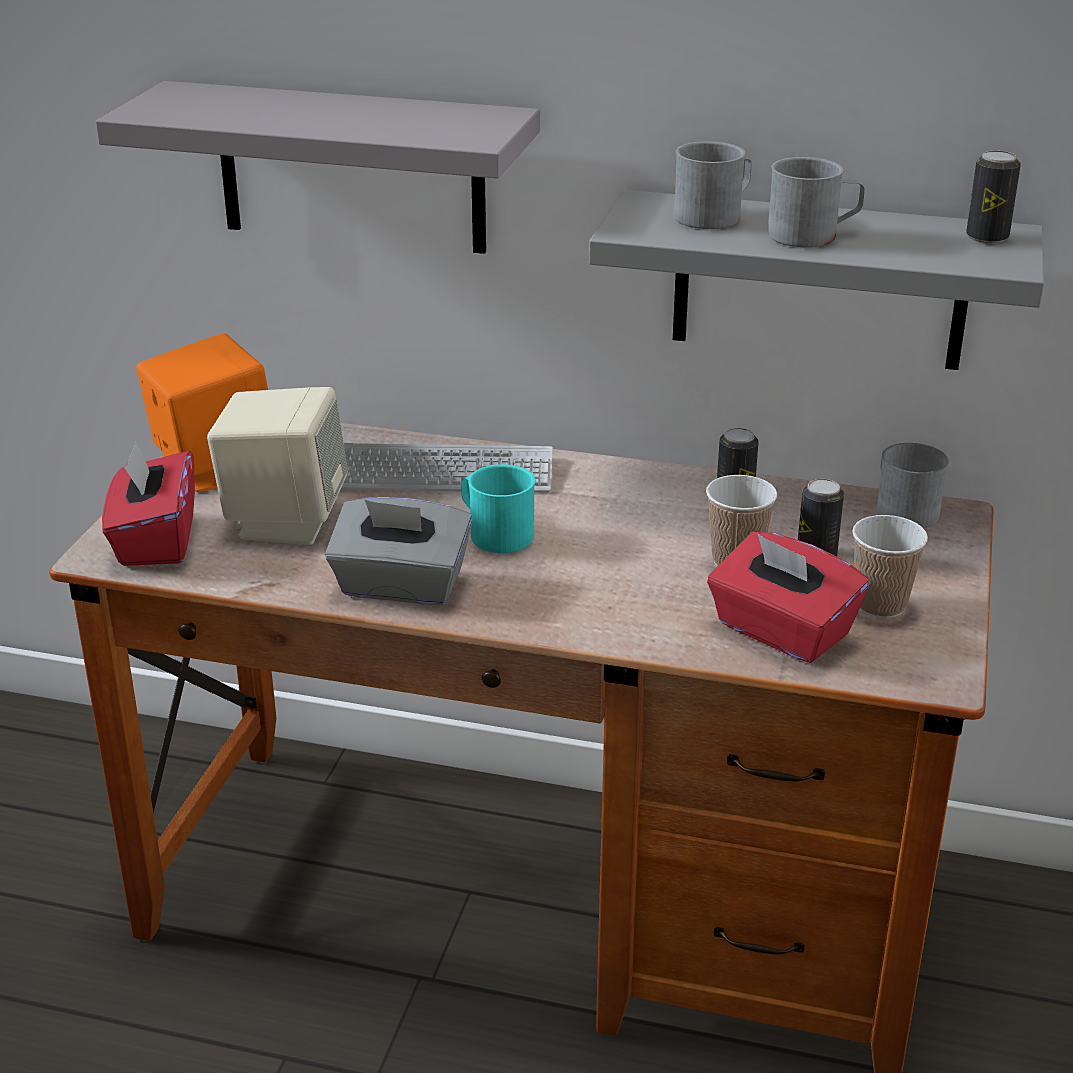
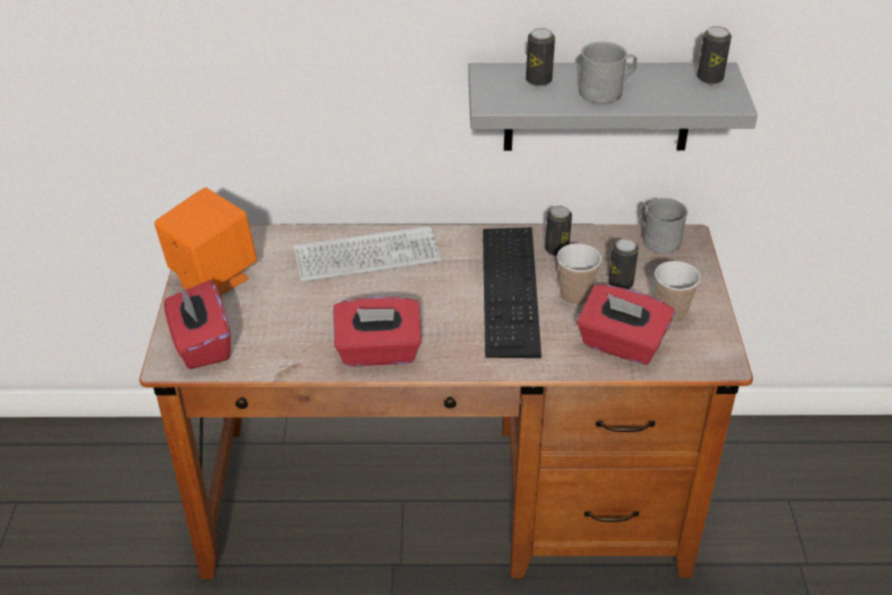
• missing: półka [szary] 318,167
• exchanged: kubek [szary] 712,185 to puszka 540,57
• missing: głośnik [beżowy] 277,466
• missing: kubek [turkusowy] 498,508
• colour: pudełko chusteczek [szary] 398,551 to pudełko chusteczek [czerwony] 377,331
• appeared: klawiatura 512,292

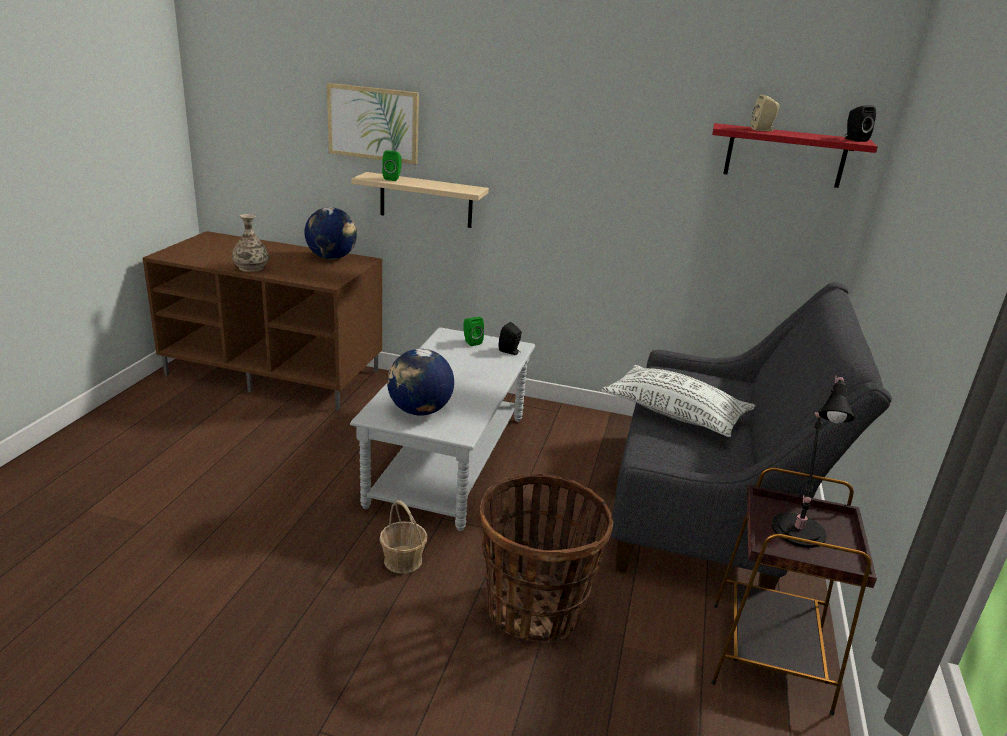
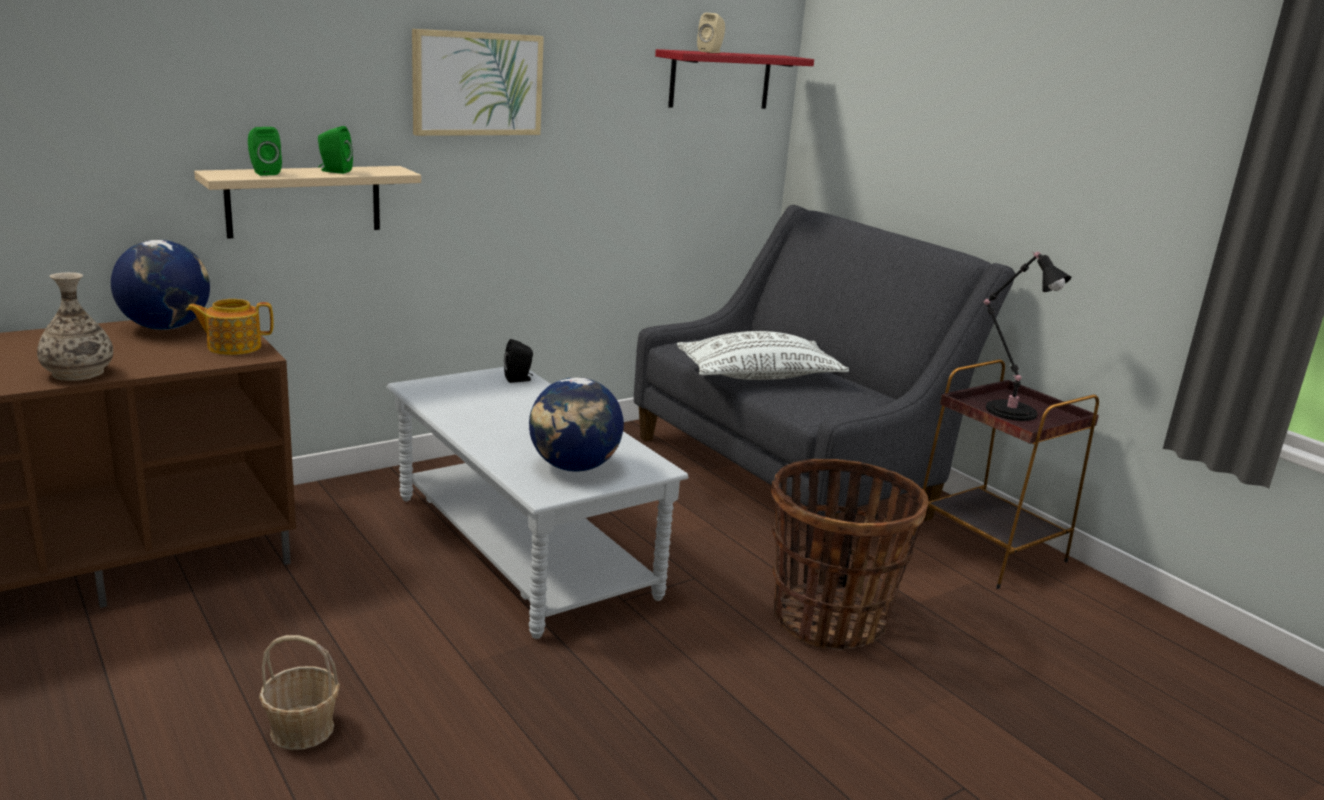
• relocated: obraz 373,123 to 478,82
• missing: głośnik [czarny] 860,123
• relocated: głośnik [zielony] 473,331 to 335,150
• relocated: koszyk 403,537 to 299,692
• appeared: imbryk 229,327

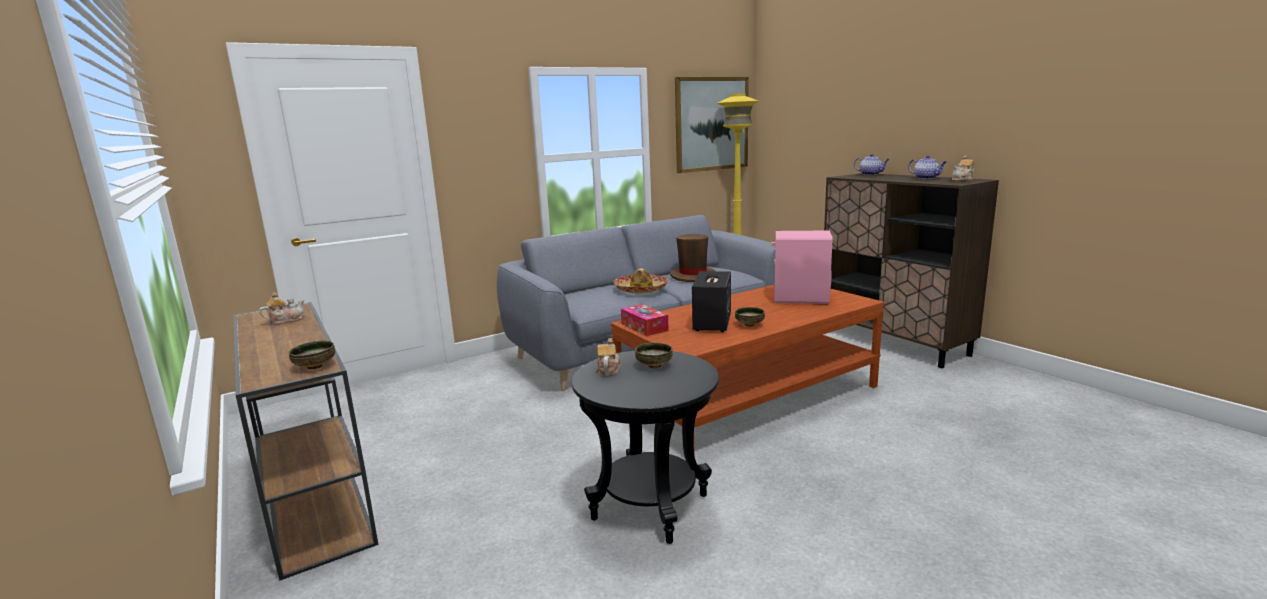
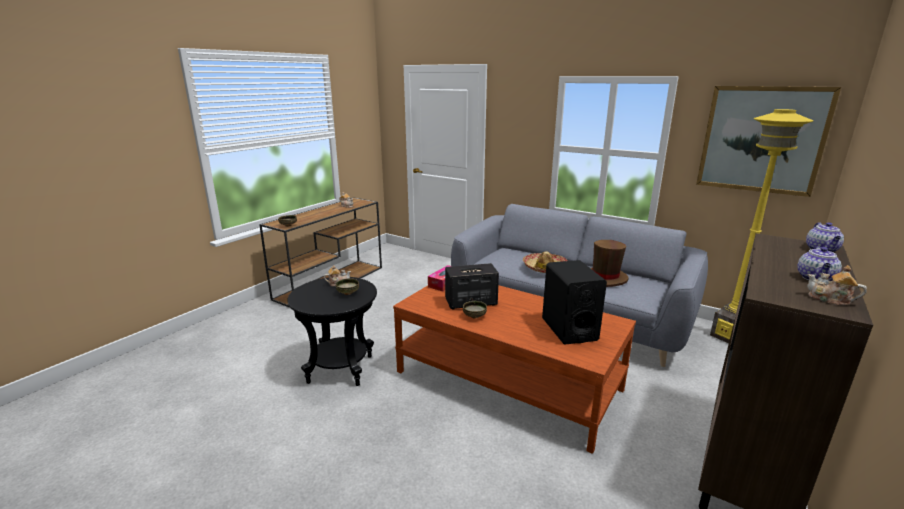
• colour: głośnik [różowy] 801,267 to głośnik [czarny] 574,302

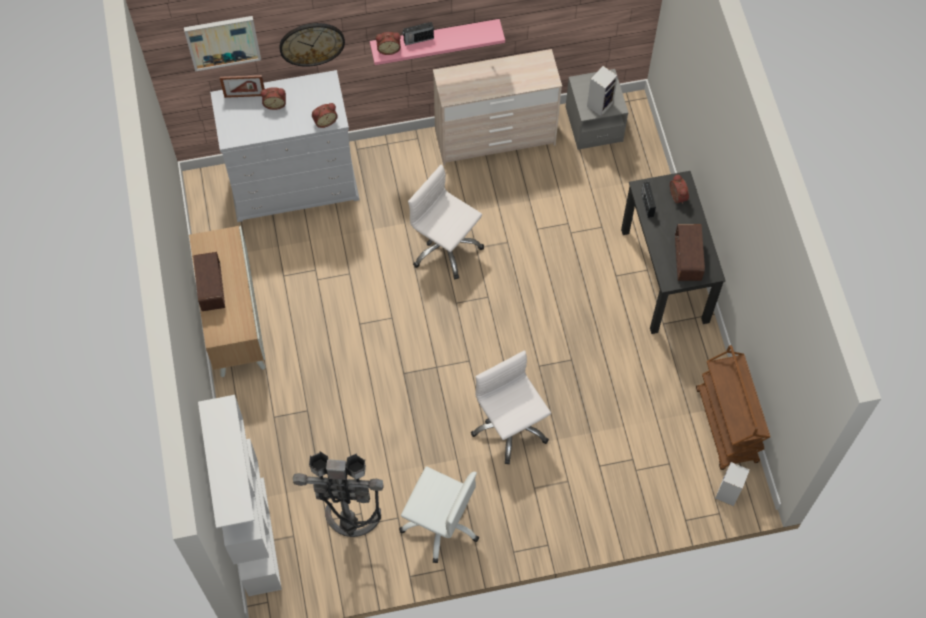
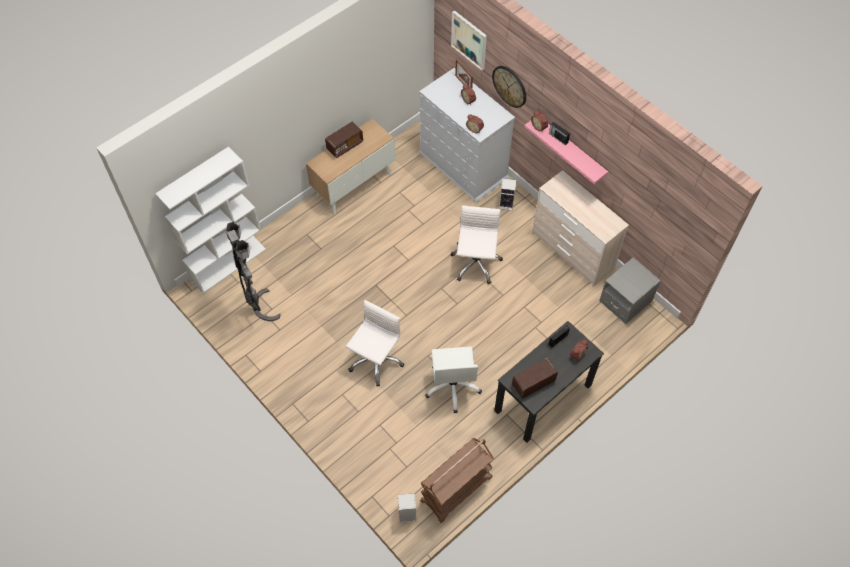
• relocated: głośnik 602,91 to 508,194
• relocated: krzesło biurowe [biały] 439,514 to 453,380

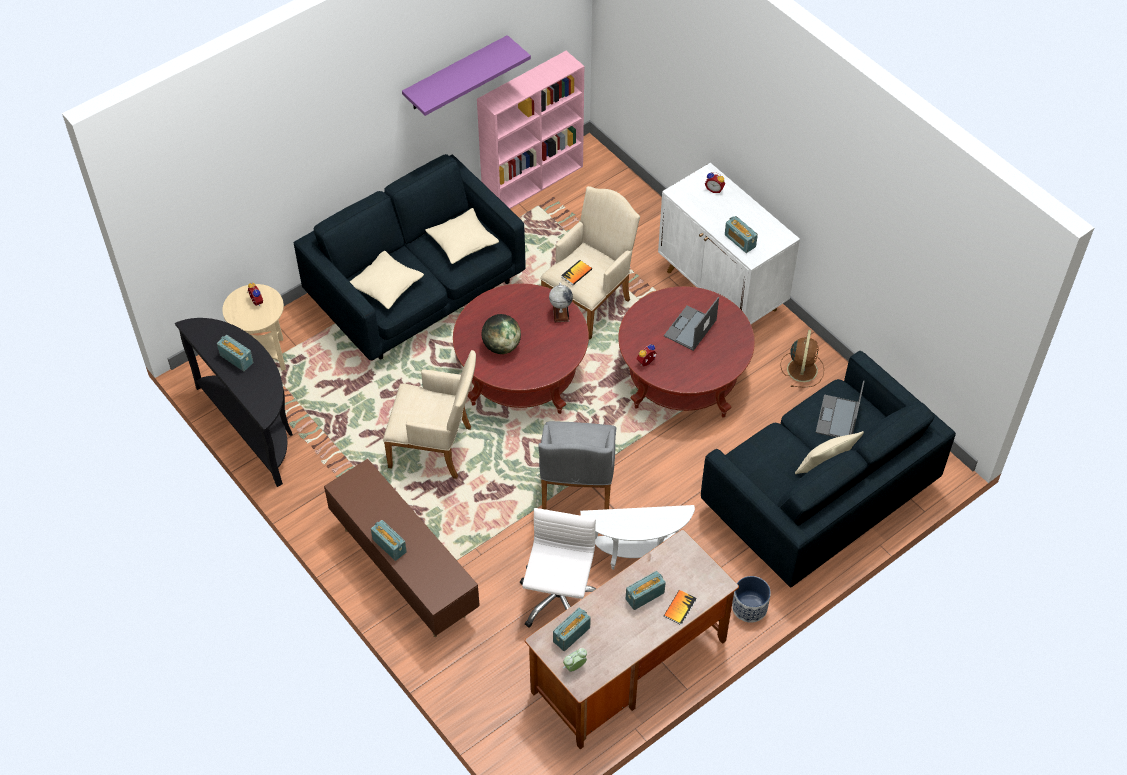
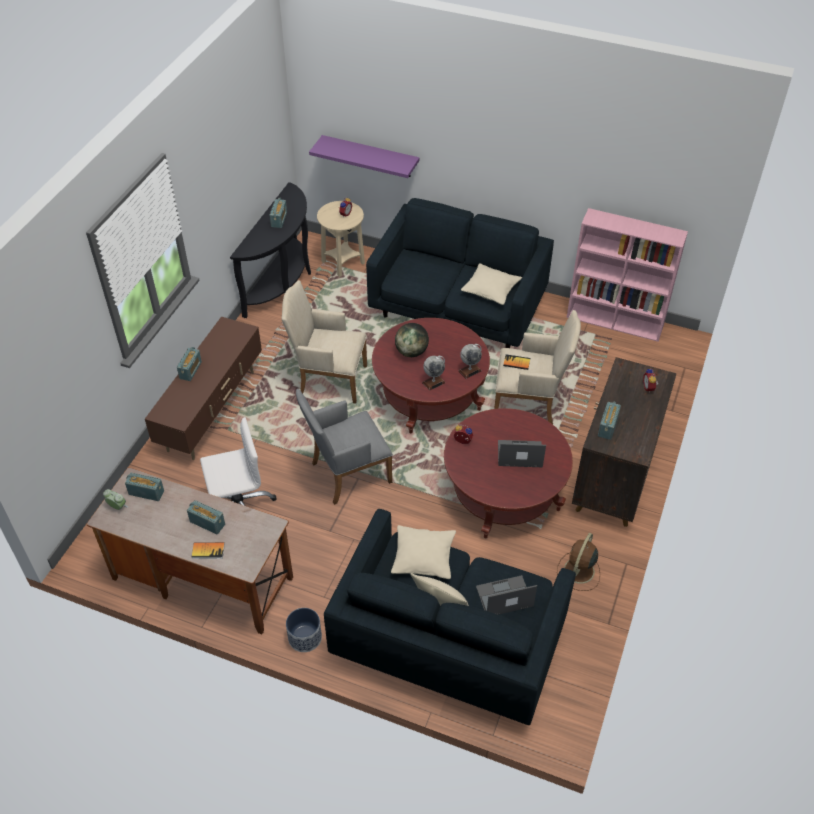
• relocated: półka [fioletowy] 466,75 to 364,156
• colour: szafka [biały] 729,243 to szafka [brązowy] 624,442
• relocated: poduszka [beżowy] 386,280 to 423,552
• spun: wentylator [brązowy] 802,359 = 578,562 135 degrees clockwise
• spun: fotel [beżowy] 429,414 = 324,342 120 degrees clockwise
• missing: stolik [biały] 637,537
• appeared: globus 434,373

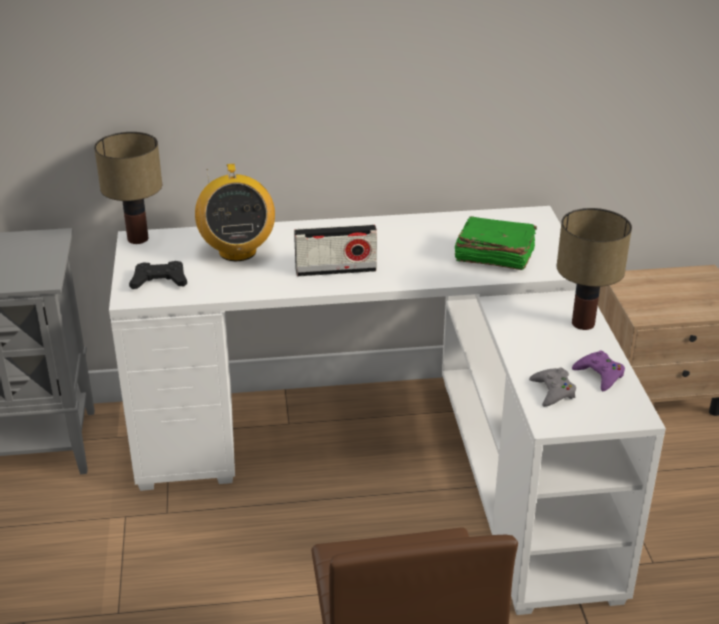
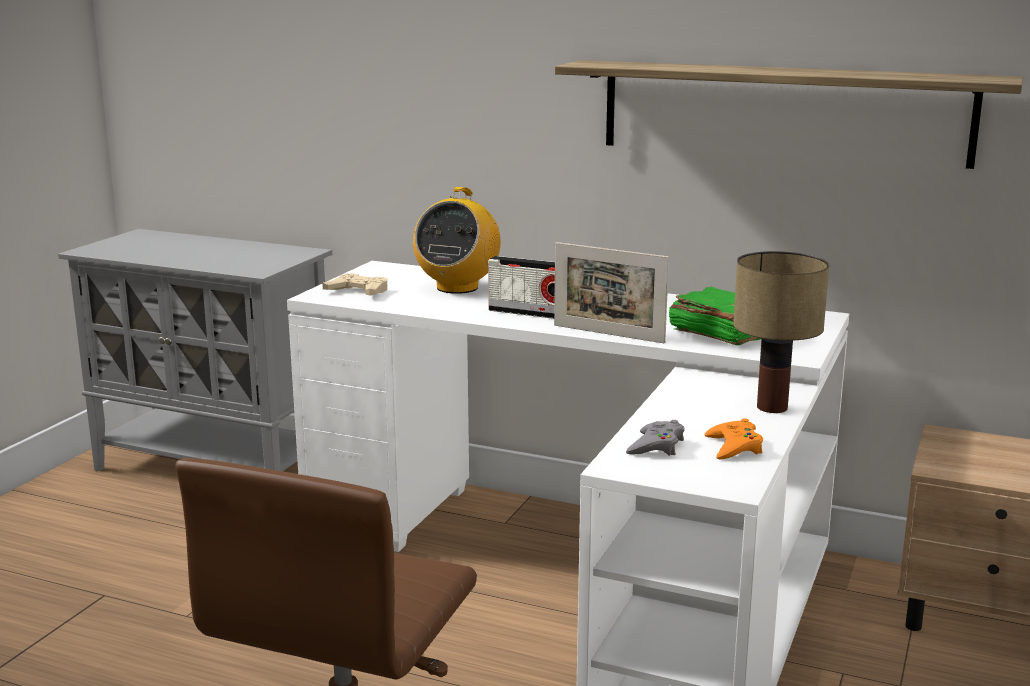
• missing: lampa stołowa 128,188
• colour: pad do gier [czarny] 158,275 to pad do gier [beżowy] 354,284
• colour: pad do gier [fioletowy] 598,371 to pad do gier [pomarańczowy] 734,439
• appeared: półka 789,114
• appeared: ramka na zdjęcie 611,292

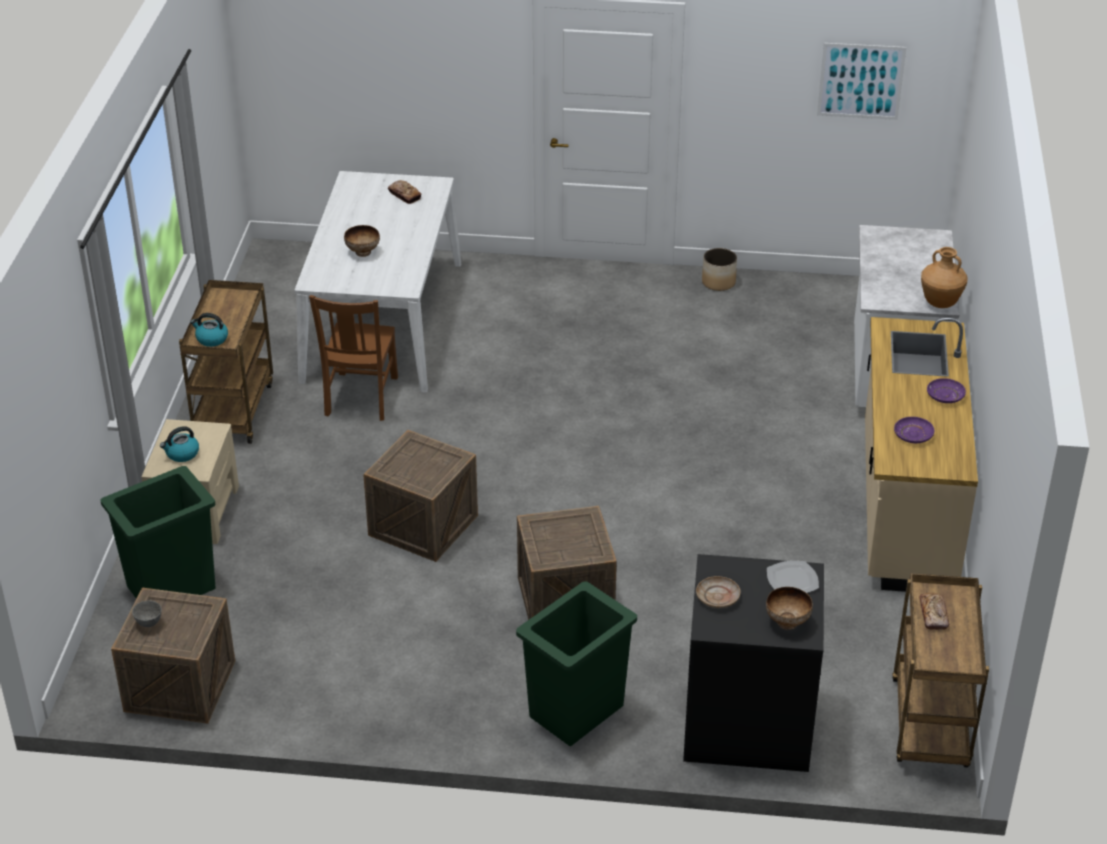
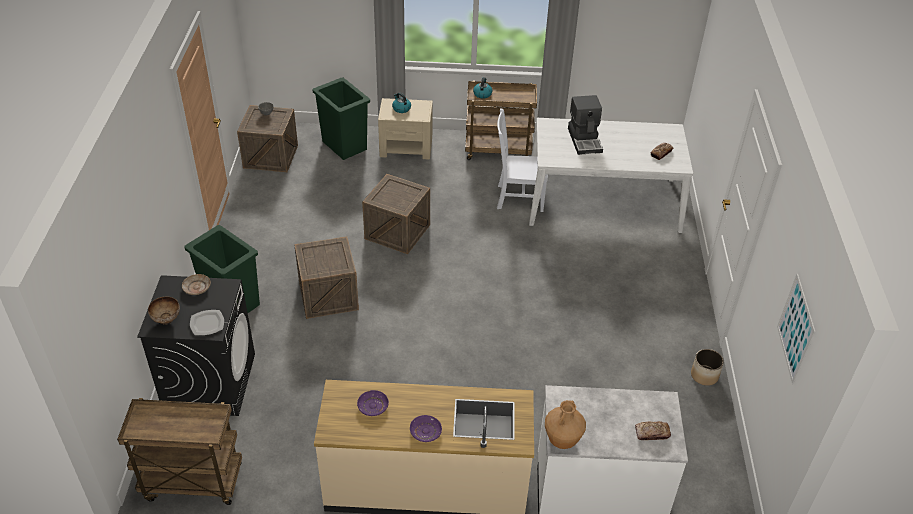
• exchanged: miska 362,241 to ekspres do kawy 585,125
• colour: krzesło [brązowy] 353,358 to krzesło [biały] 522,160
• relocated: chleb 934,611 to 653,430

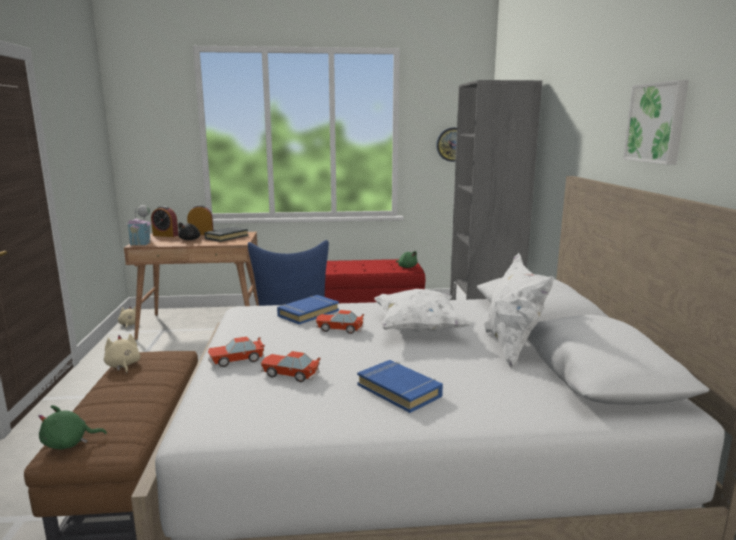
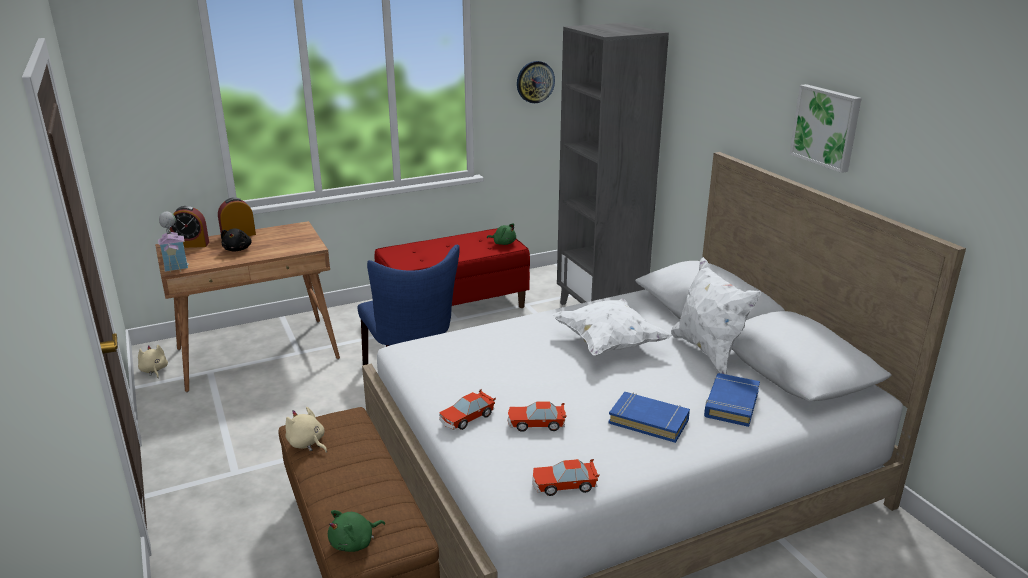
• missing: książka [czarny] 226,234
• relocated: książka [niebieski] 308,309 to 732,400
• relocated: samochodzik 340,322 to 566,477

